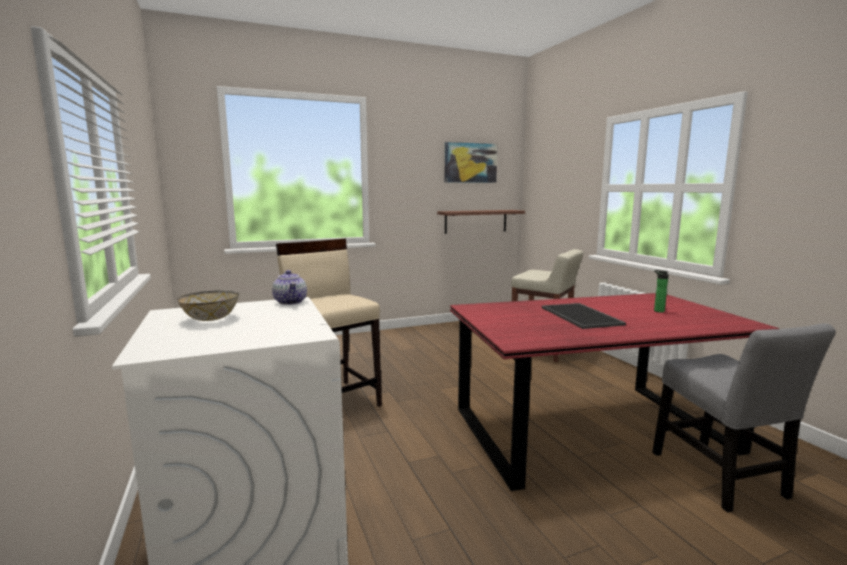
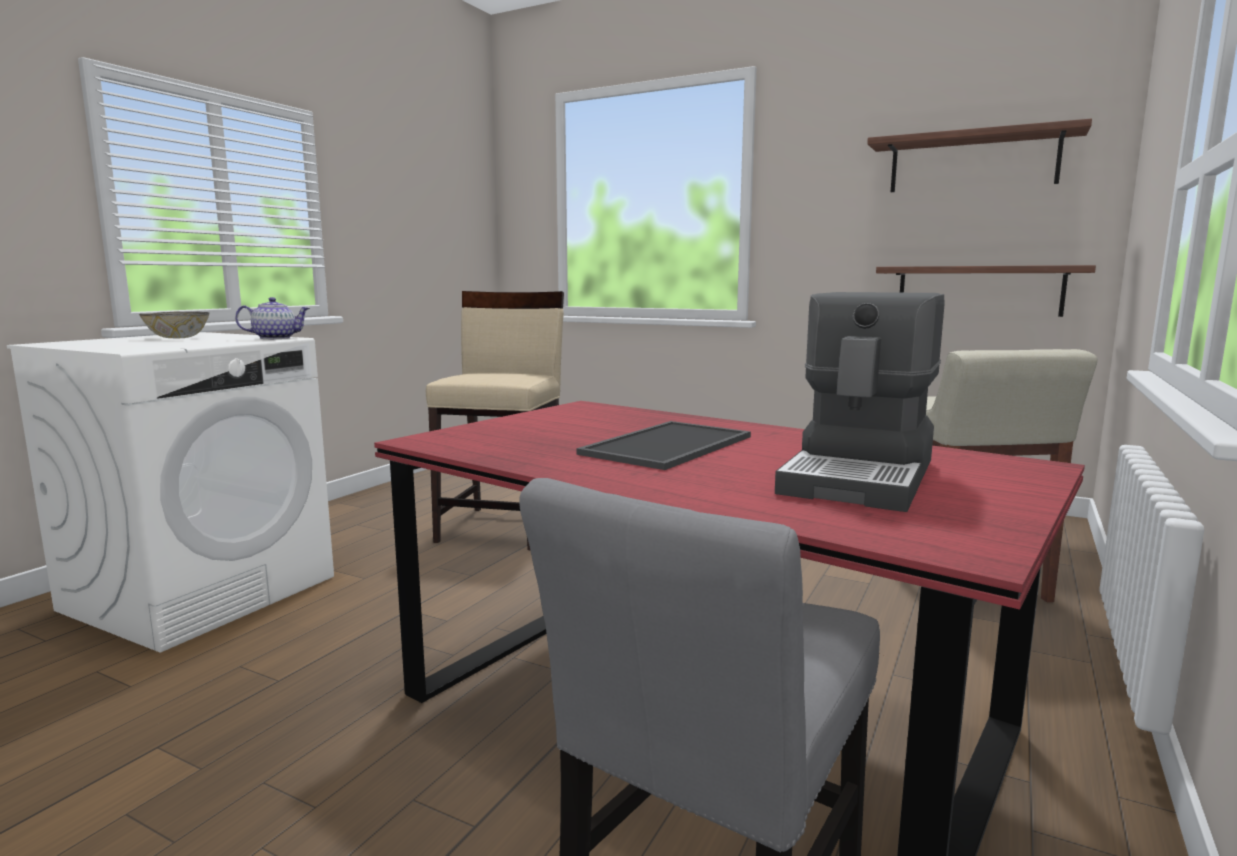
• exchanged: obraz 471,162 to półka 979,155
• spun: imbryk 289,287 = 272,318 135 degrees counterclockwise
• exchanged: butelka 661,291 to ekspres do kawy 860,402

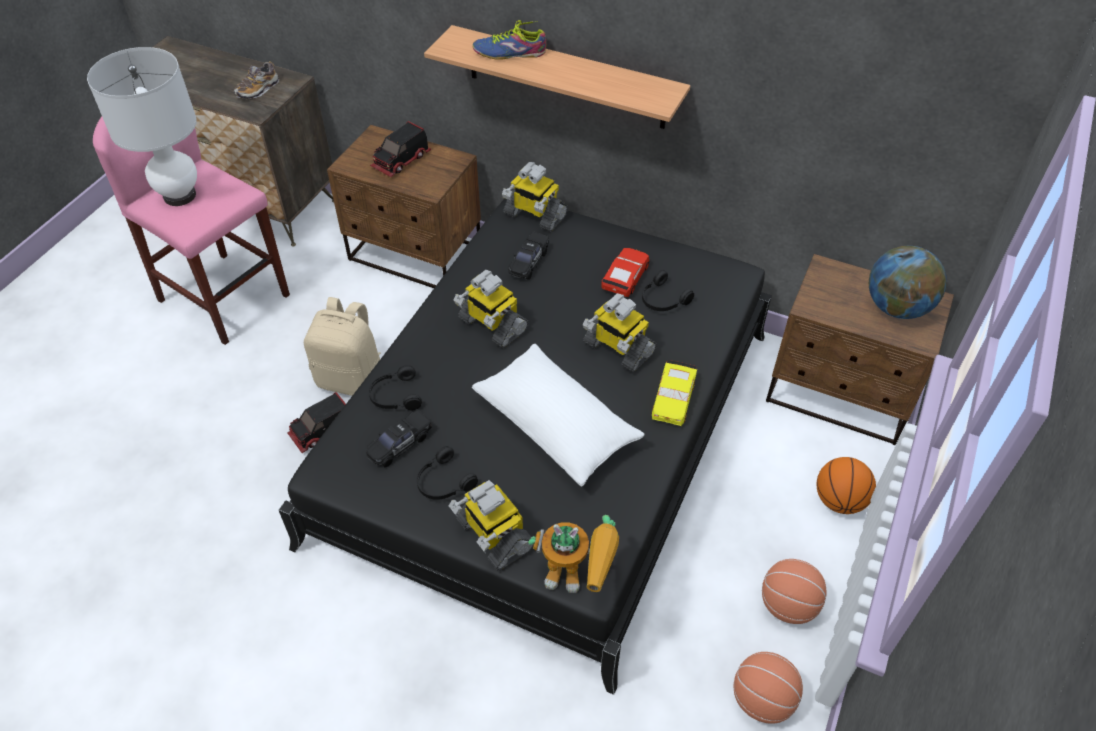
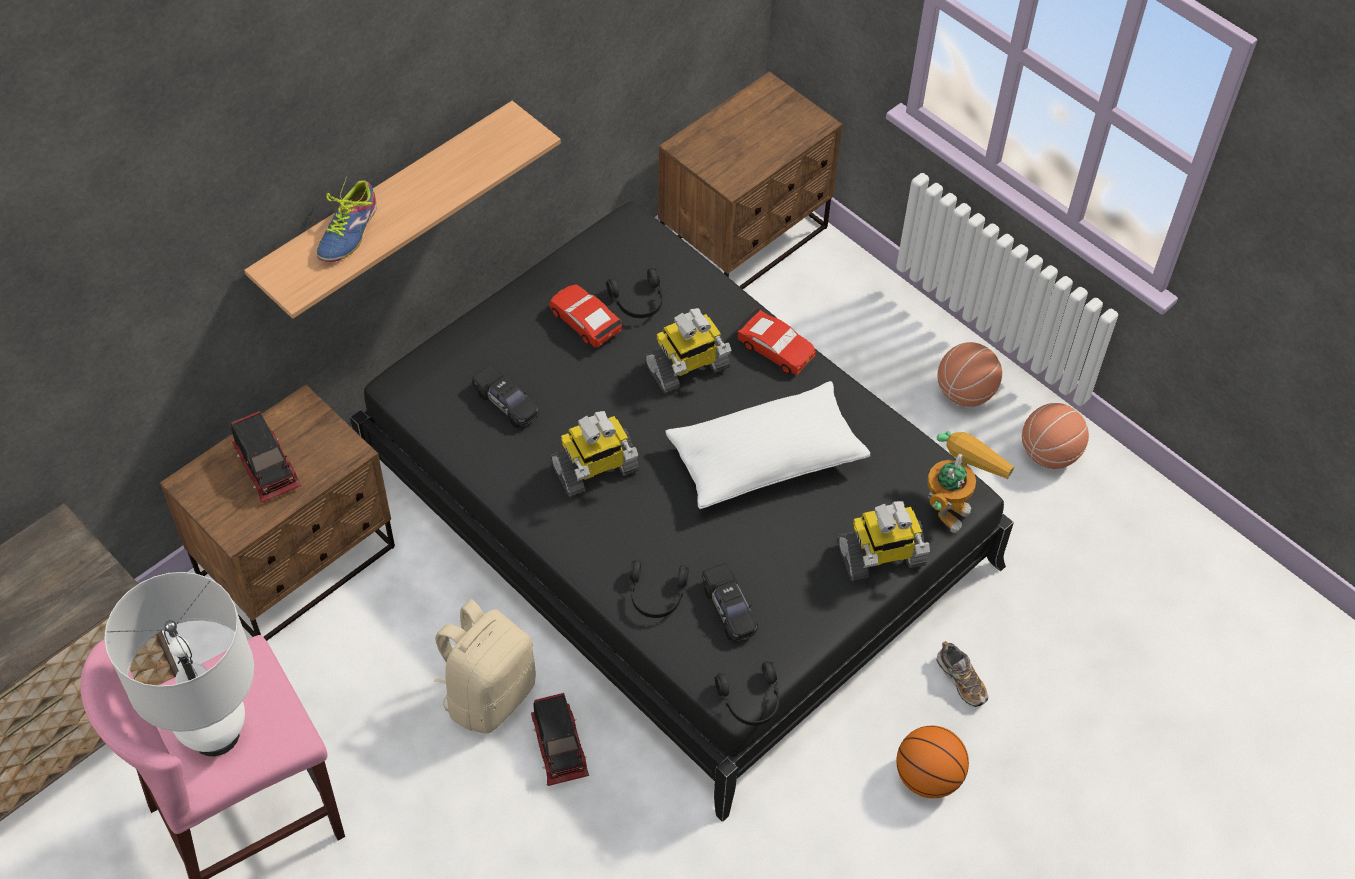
• relocated: but 256,80 to 962,674
• missing: robot zabawkowy 535,197
• missing: globus 908,282
• colour: samochodzik [żółty] 674,393 to samochodzik [czerwony] 776,341
• relocated: słuchawki [czarny] 447,473 to 747,693
• relocated: piłka do koszykówki 846,485 to 932,762

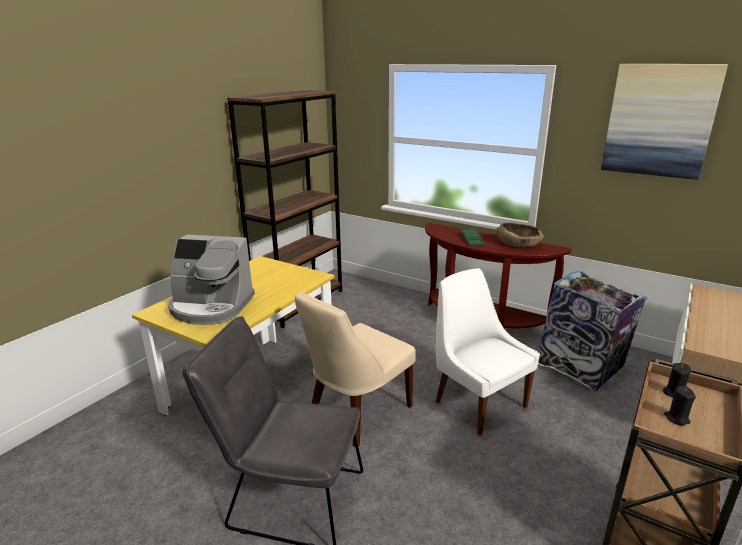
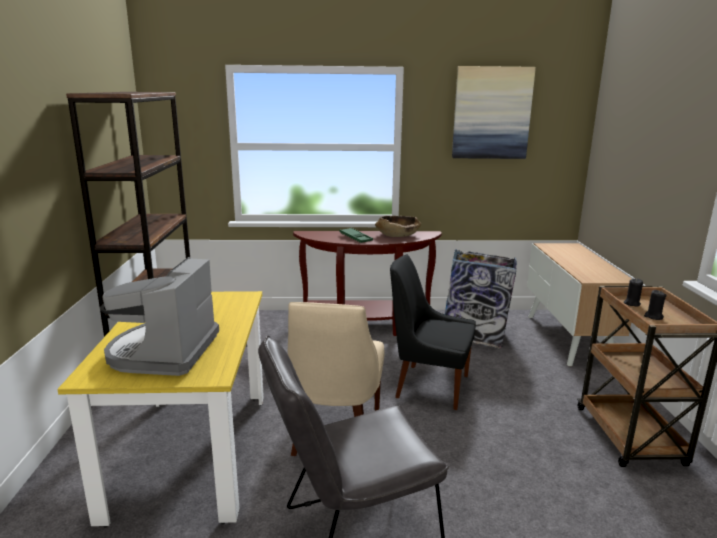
• spun: ekspres do kawy 211,280 = 159,316 120 degrees clockwise
• colour: krzesło [biały] 488,352 to krzesło [czarny] 433,332

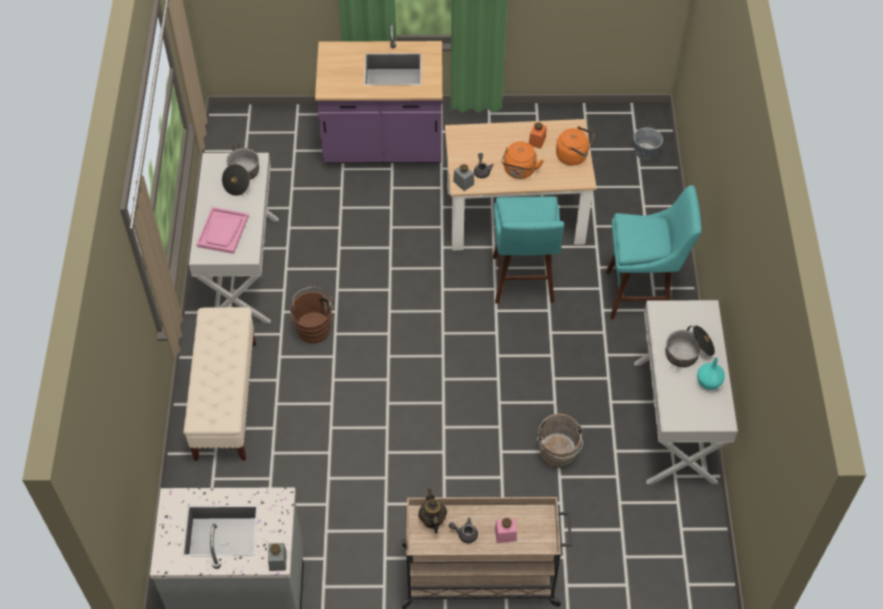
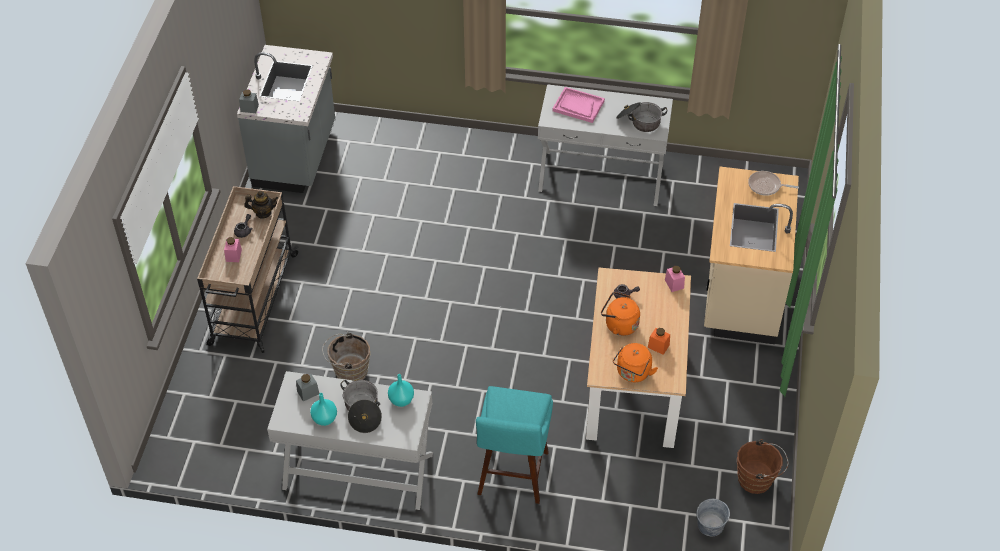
• colour: zabudowa kuchenna [fioletowy] 378,93 to zabudowa kuchenna [beżowy] 751,255
• relocated: słoik [szary] 463,177 to 307,387
• missing: stołek [turkusowy] 528,250
• relocated: wiadro [brązowy] 312,315 to 762,466
• missing: ławka [beżowy] 219,384
• appeared: patelnia 773,183
• appeared: słoik [różowy] 675,279
• appeared: wazon [turkusowy] 401,390

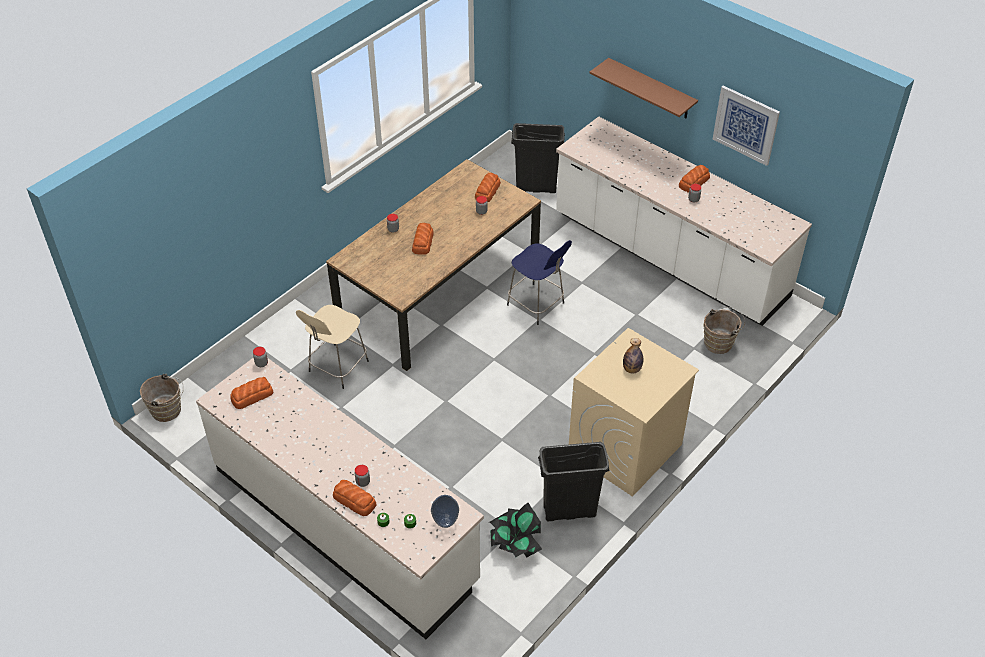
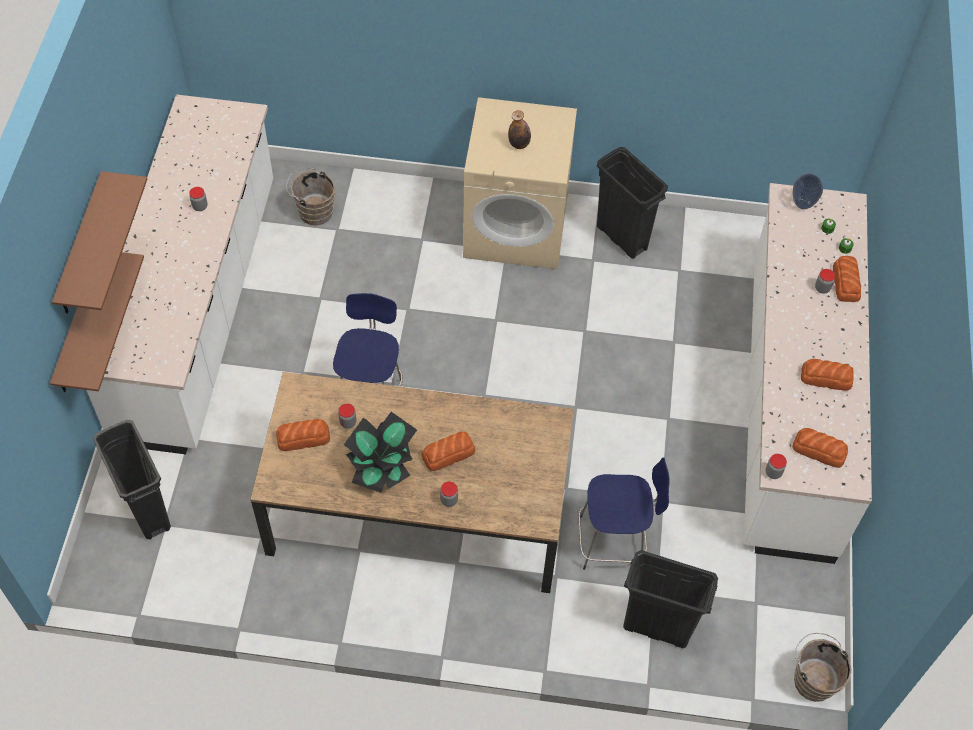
• missing: obraz 746,126
• relocated: chleb 694,179 to 827,375
• colour: stołek [beżowy] 332,347 to stołek [niebieski] 624,513
• relocated: roślina doniczkowa 515,530 to 380,452
• appeared: półka [brązowy] 97,322
• appeared: kosz na śmieci [czarny] 670,599

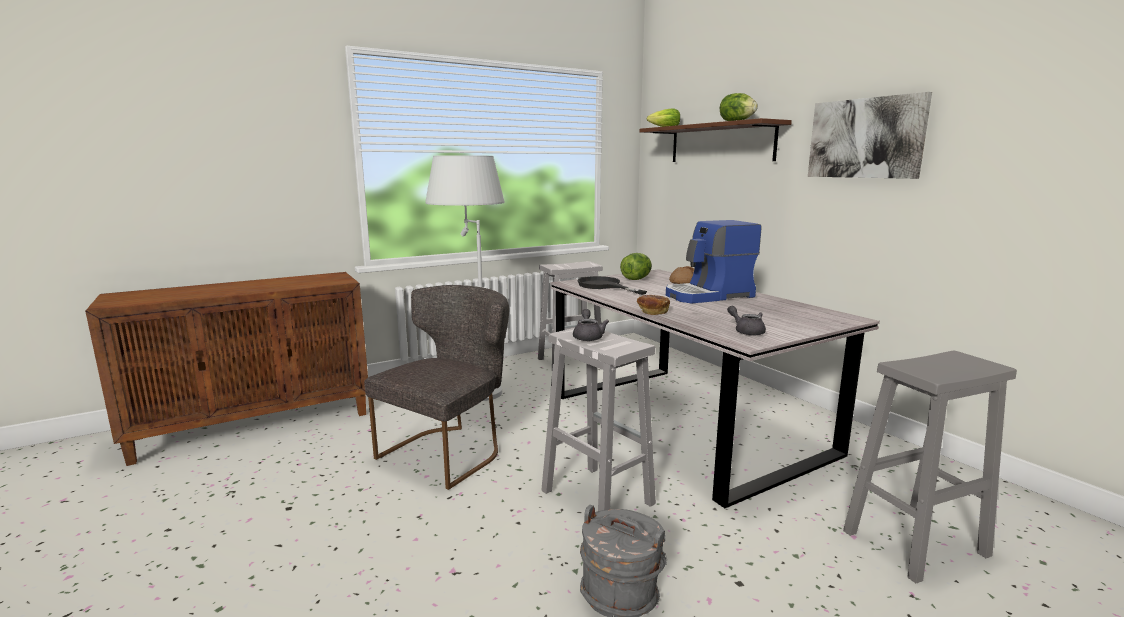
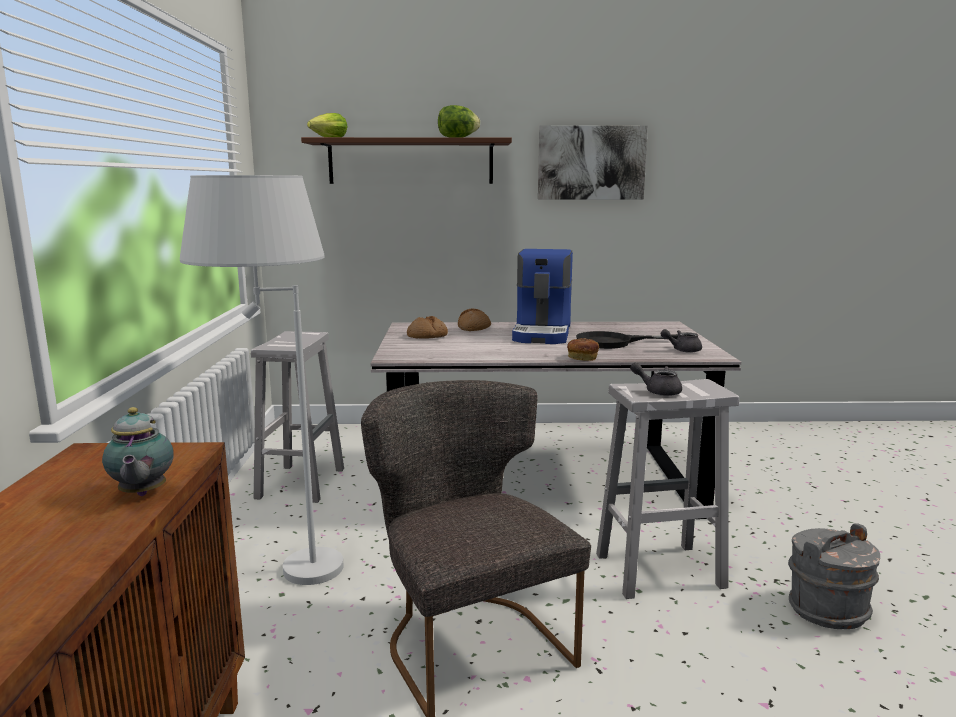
• exchanged: sałata 636,266 to chleb 427,327
• relocated: patelnia [czarny] 612,285 to 627,340
• missing: stołek [szary] 930,467
• appeared: imbryk 138,451

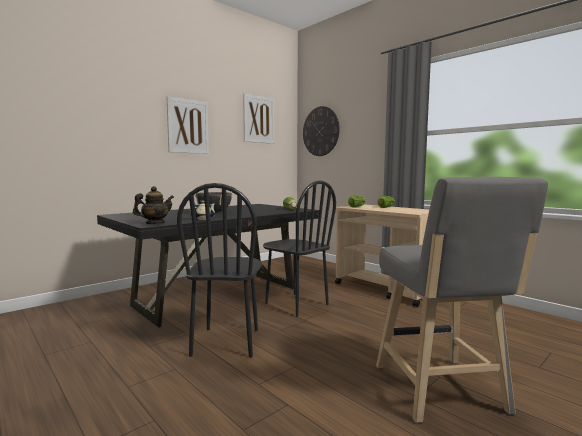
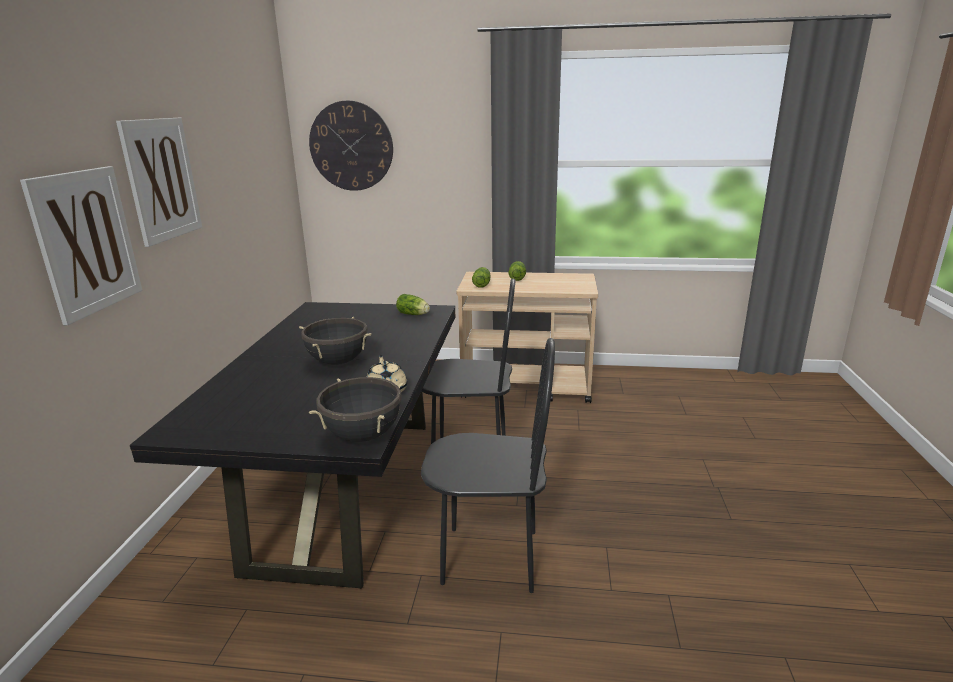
• relocated: obraz 258,119 to 81,245
• missing: stołek [szary] 462,300
• spun: krzesło [czarny] 219,270 = 488,465 45 degrees counterclockwise
• exchanged: imbryk 153,205 to garnek [czarny] 357,409

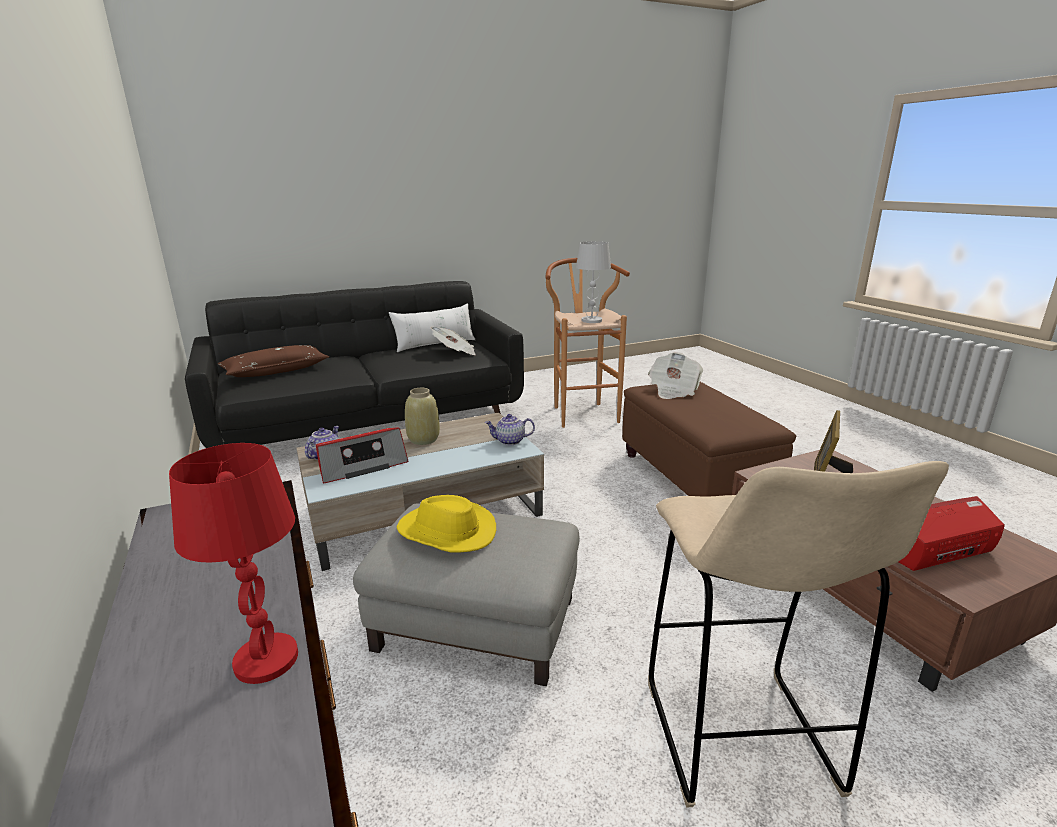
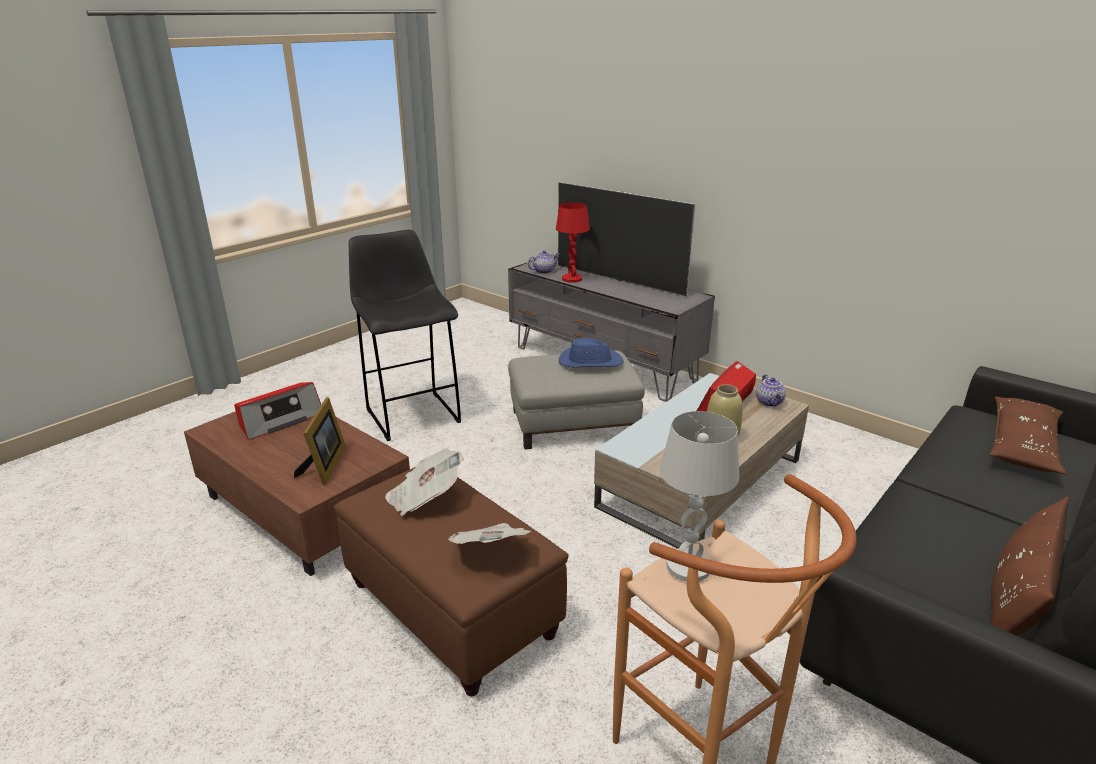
• colour: poduszka [biały] 432,327 to poduszka [brązowy] 1030,566
• relocated: gazeta 453,340 to 424,482
• relocated: imbryk 510,429 to 544,262
• colour: stołek [beżowy] 798,634 to stołek [czarny] 405,335
• colour: kapelusz [żółty] 446,524 to kapelusz [niebieski] 591,353
• appeared: telewizor 626,239

